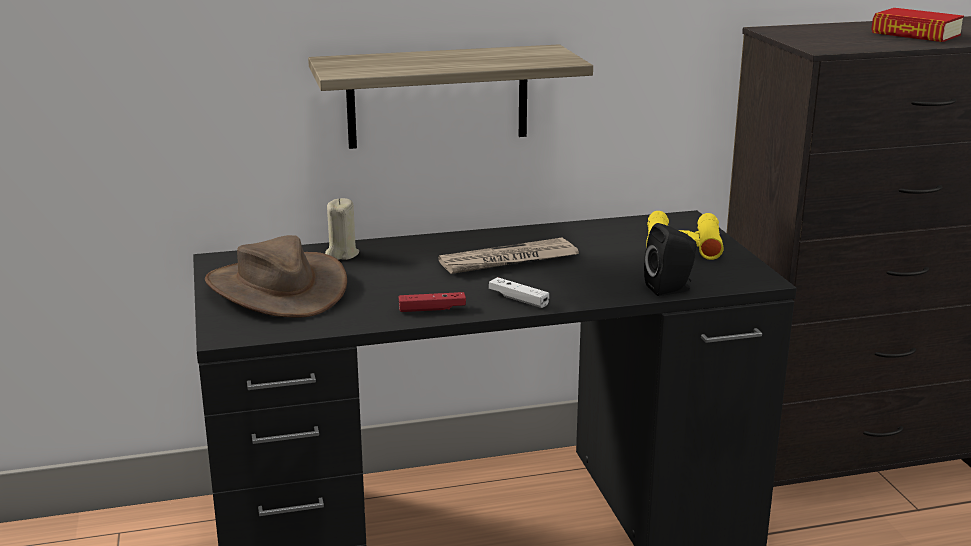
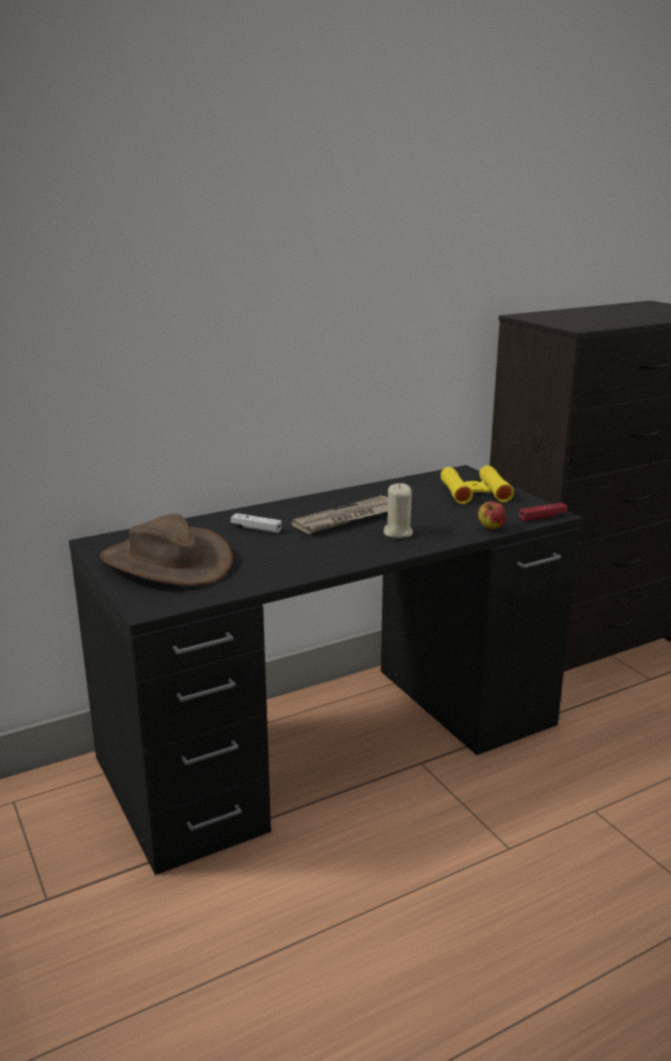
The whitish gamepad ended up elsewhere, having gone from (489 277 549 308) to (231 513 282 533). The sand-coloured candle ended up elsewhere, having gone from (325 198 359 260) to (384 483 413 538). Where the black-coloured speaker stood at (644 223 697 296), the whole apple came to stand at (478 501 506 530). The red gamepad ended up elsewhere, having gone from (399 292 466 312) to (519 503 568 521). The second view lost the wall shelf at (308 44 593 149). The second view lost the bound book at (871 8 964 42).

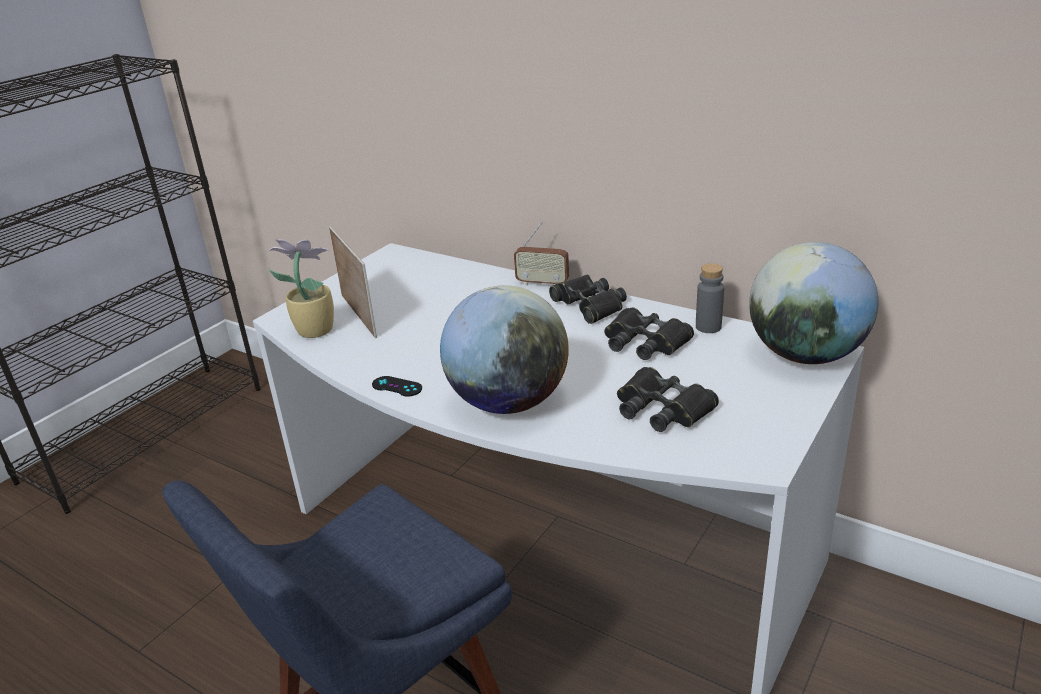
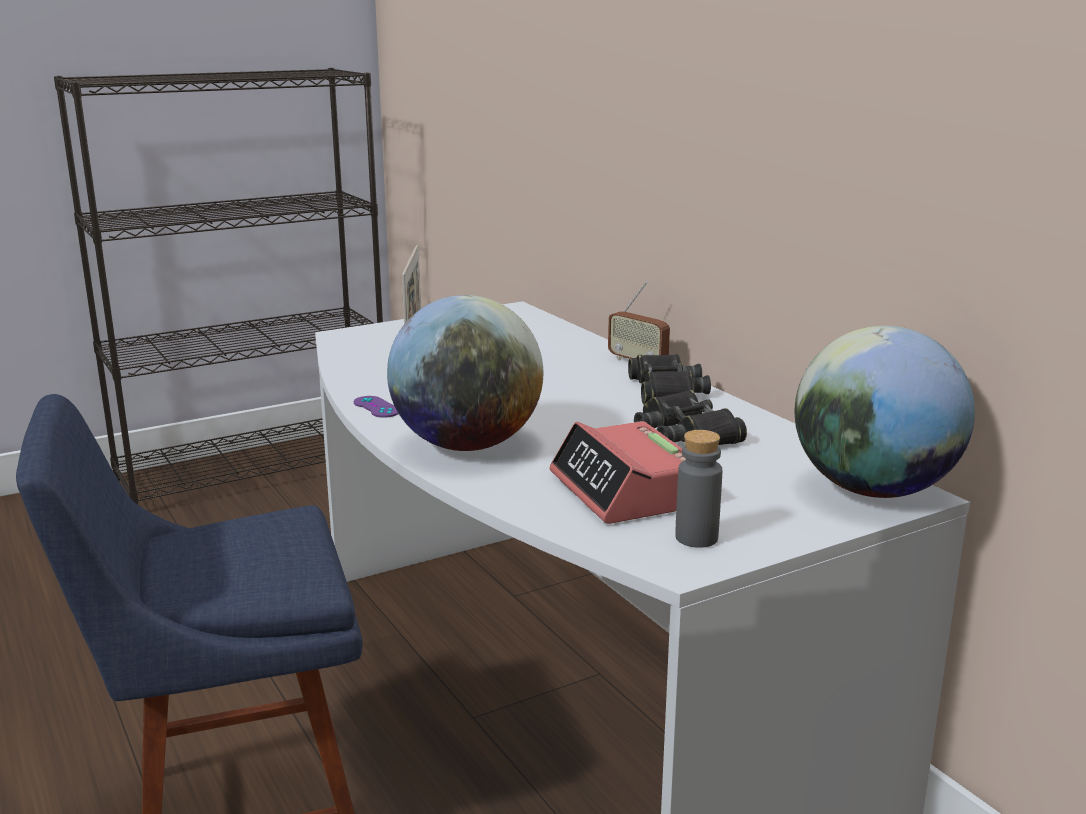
What was the black-coloured gamepad at (372 376 422 397) turned into the purplish gamepad at (354 396 399 418). Where the black-coloured field glasses stood at (617 367 719 432), the bedside clock came to stand at (550 421 686 524). The grey bottle ended up elsewhere, having gone from (696 263 724 333) to (675 430 722 548). The second view lost the houseplant at (269 239 334 338).

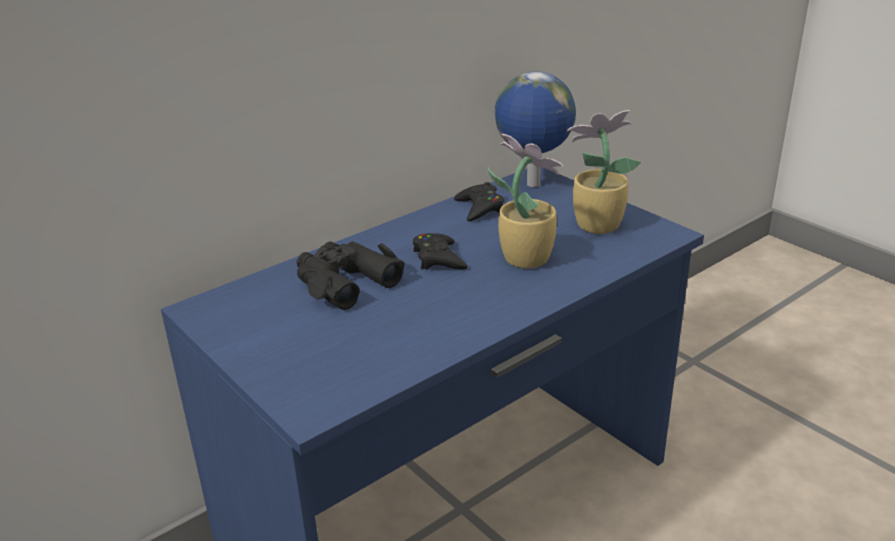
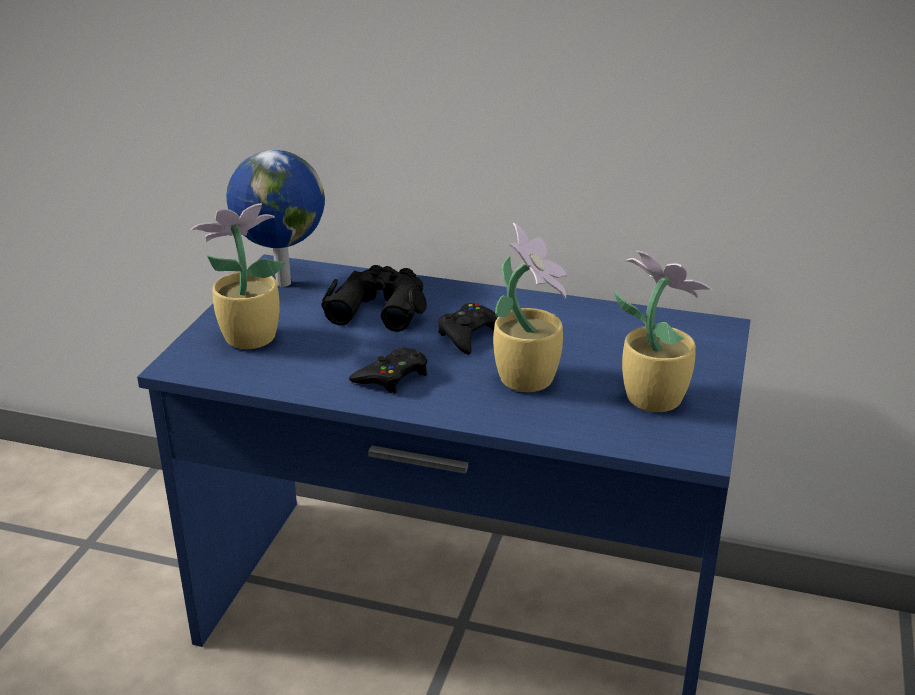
The second view gained the houseplant at (190 203 286 349). The globe ended up elsewhere, having gone from (495 71 576 187) to (226 150 325 287). The black-coloured gamepad ended up elsewhere, having gone from (454 182 504 221) to (349 348 427 394).

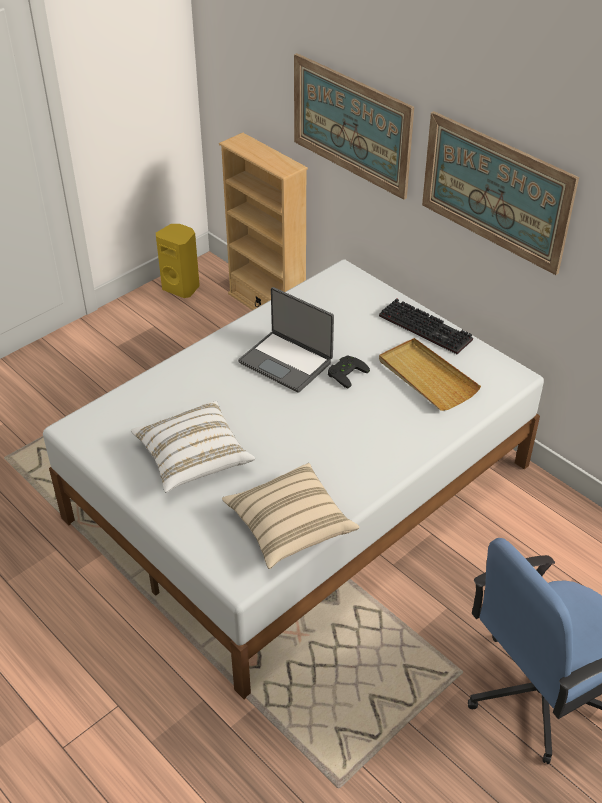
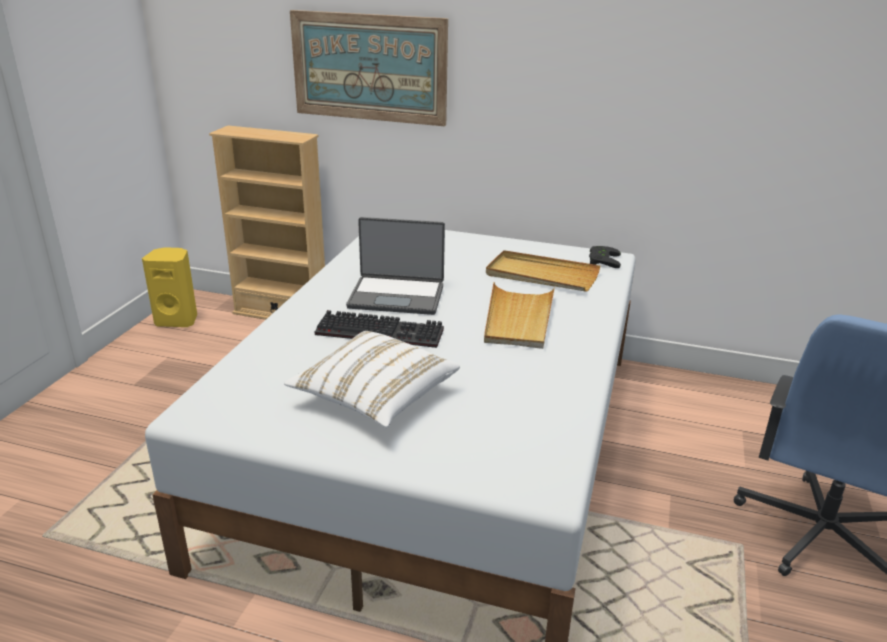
The PC keyboard ended up elsewhere, having gone from (379 298 473 354) to (315 310 444 348). The second view gained the sand-coloured carrying tray at (484 282 555 349). The black-coloured gamepad ended up elsewhere, having gone from (328 355 370 389) to (589 246 621 268). The second view lost the sand-coloured throw pillow at (222 463 359 569). The second view lost the wall art at (422 111 579 275).

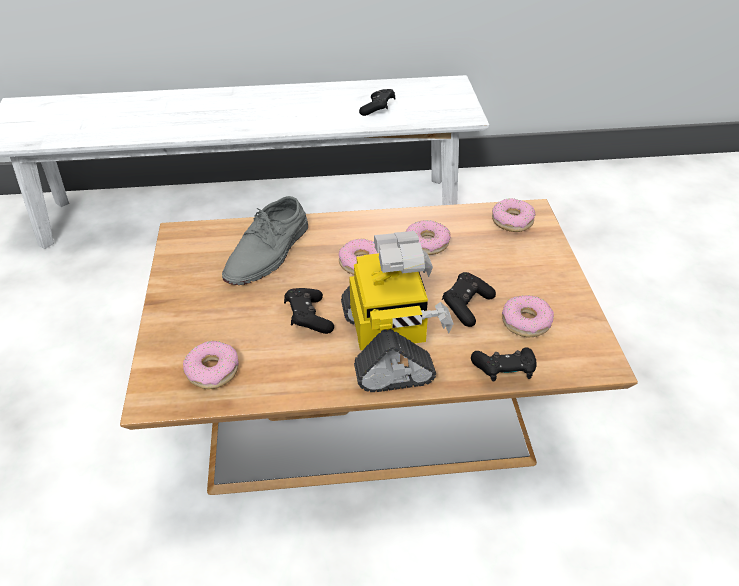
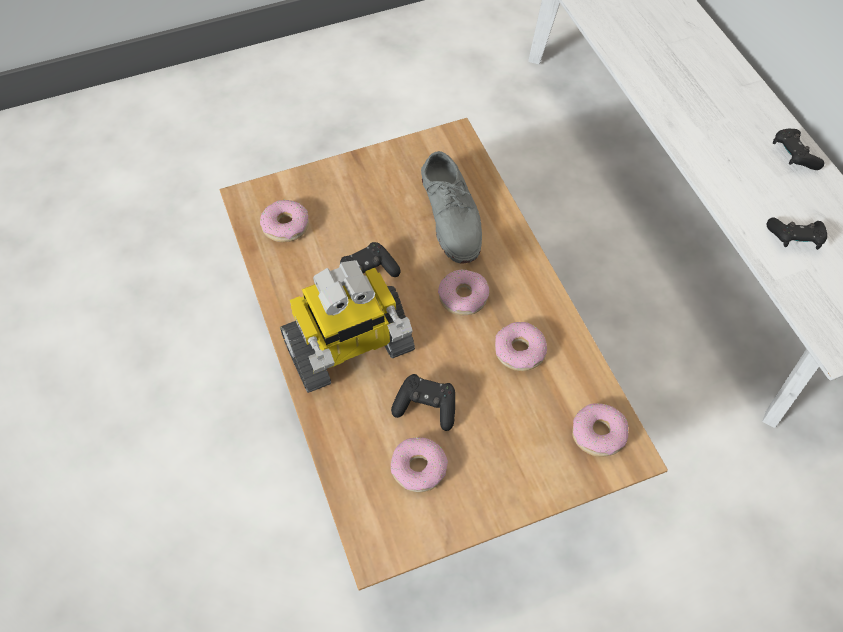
The grey item of footwear at (222 196 308 285) ended up facing another way, 120 degrees counterclockwise from before. The black-coloured gamepad ended up elsewhere, having gone from (471 347 537 382) to (773 129 824 170).

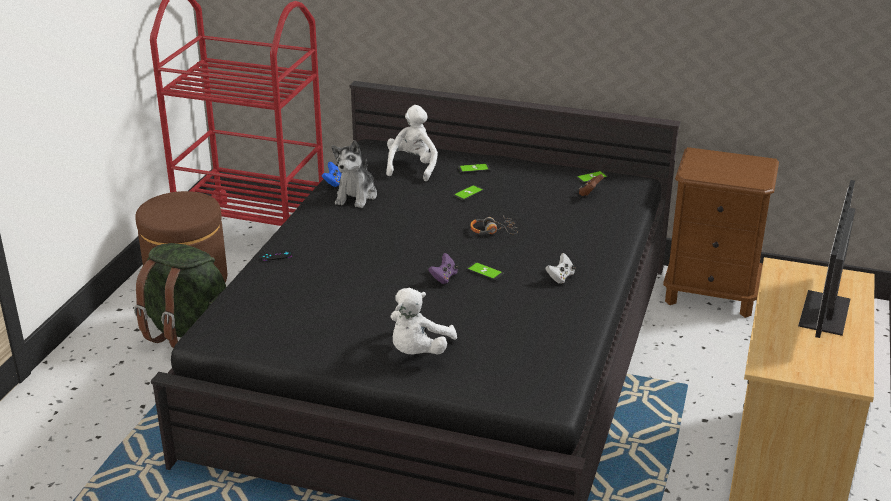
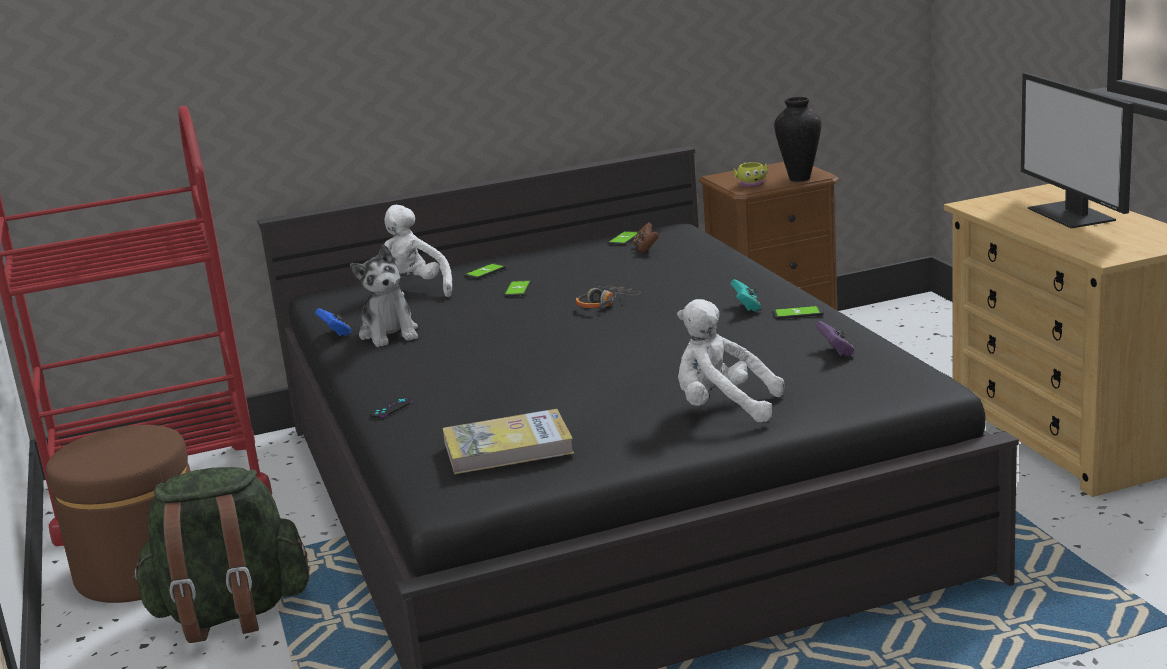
The second view gained the bound book at (443 409 574 474). The whitish cuddly toy at (391 287 457 355) ended up facing another way, 120 degrees clockwise from before. What was the whitish gamepad at (545 253 575 284) turned into the turquoise gamepad at (731 279 761 312). The second view gained the yellowish coffee mug at (734 162 768 187). The handset ended up elsewhere, having gone from (466 262 504 281) to (772 305 824 319). The second view gained the vase at (774 97 821 181). The purplish gamepad ended up elsewhere, having gone from (428 253 458 284) to (815 321 854 357).

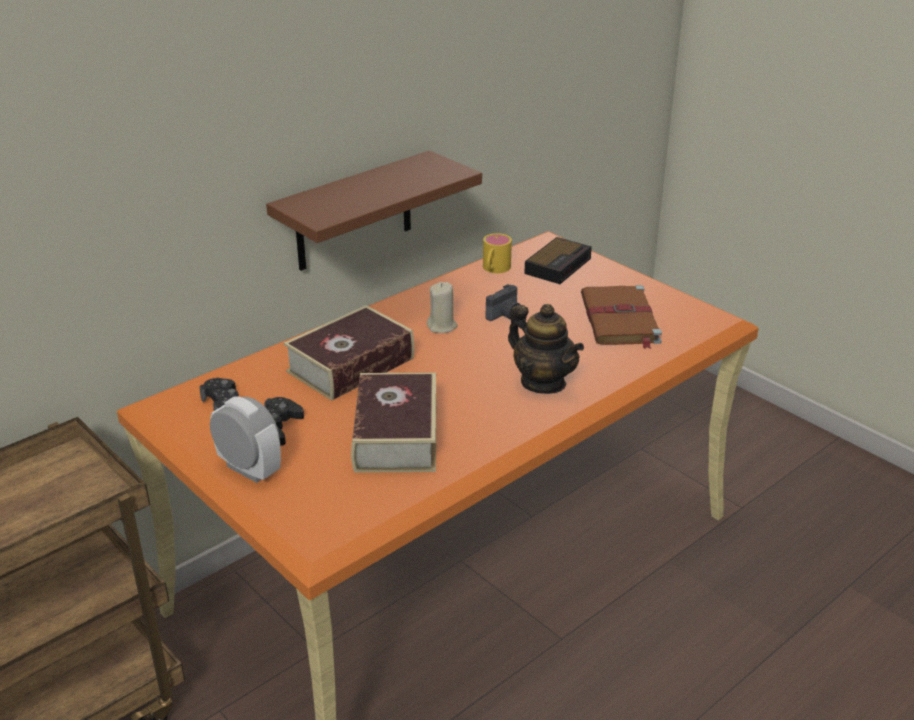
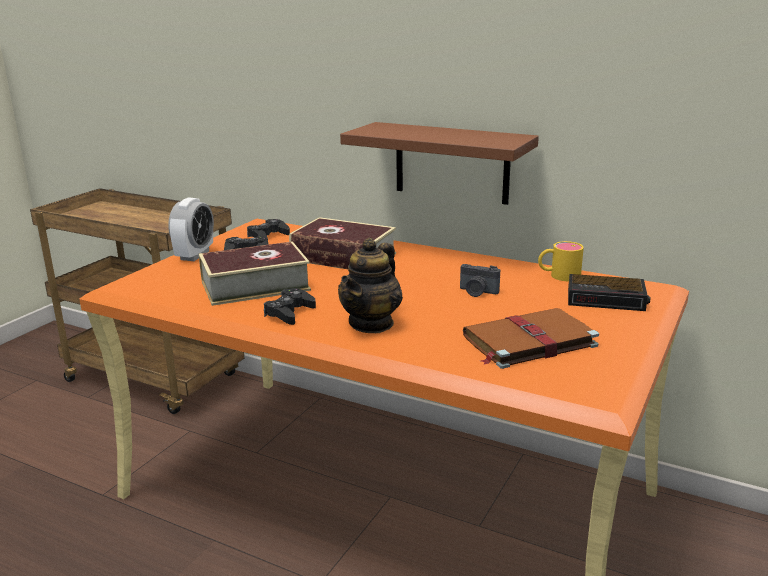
The second view gained the black-coloured gamepad at (264 288 316 325). The second view lost the sand-coloured candle at (427 282 458 333).

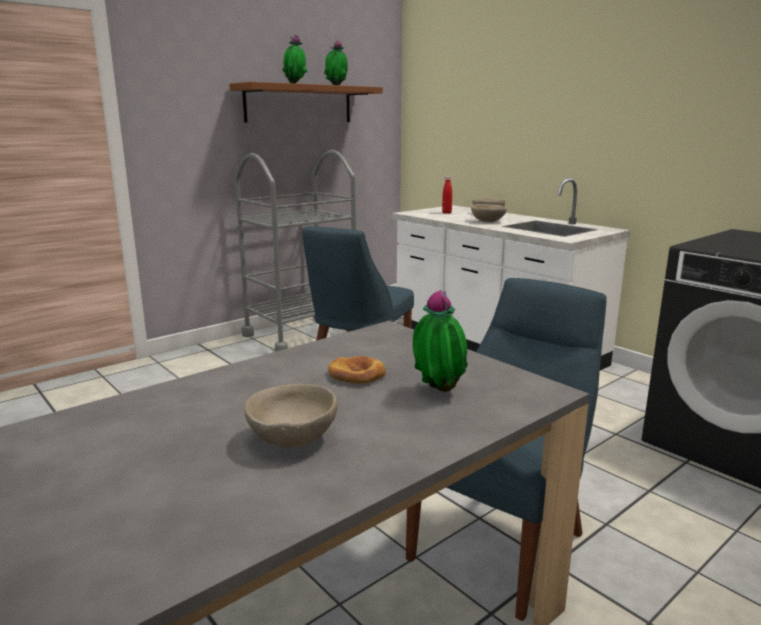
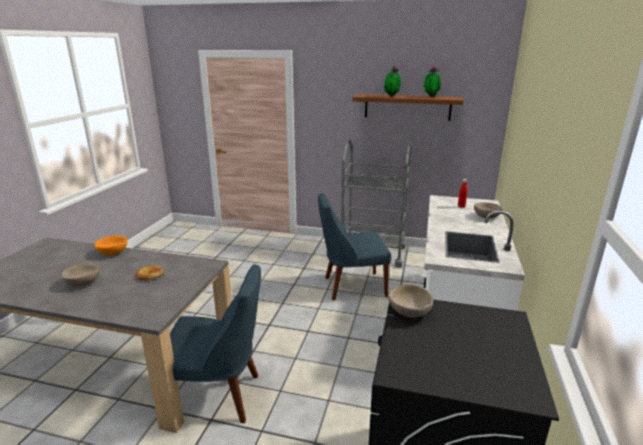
The second view gained the orange bowl at (94 235 127 255). The sand-coloured bowl ended up elsewhere, having gone from (471 204 507 222) to (388 284 433 318). The second view lost the houseplant at (413 290 468 392).

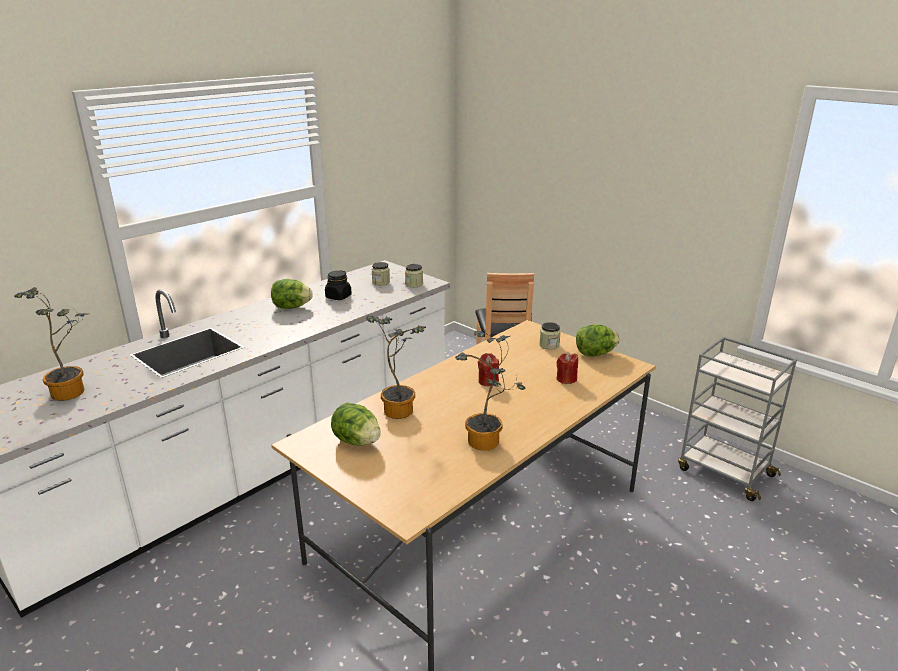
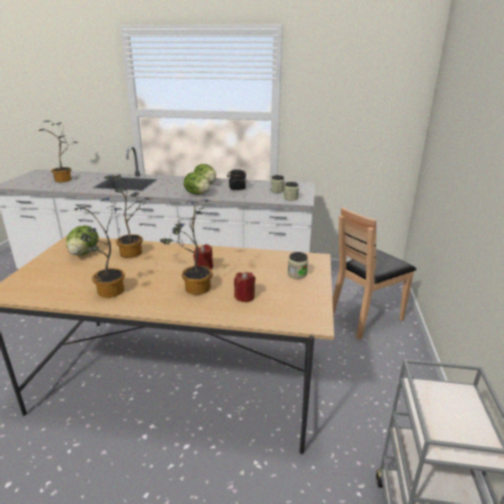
The second view gained the houseplant at (160 199 212 295). The lettuce ended up elsewhere, having gone from (576 324 620 357) to (184 172 210 195).

